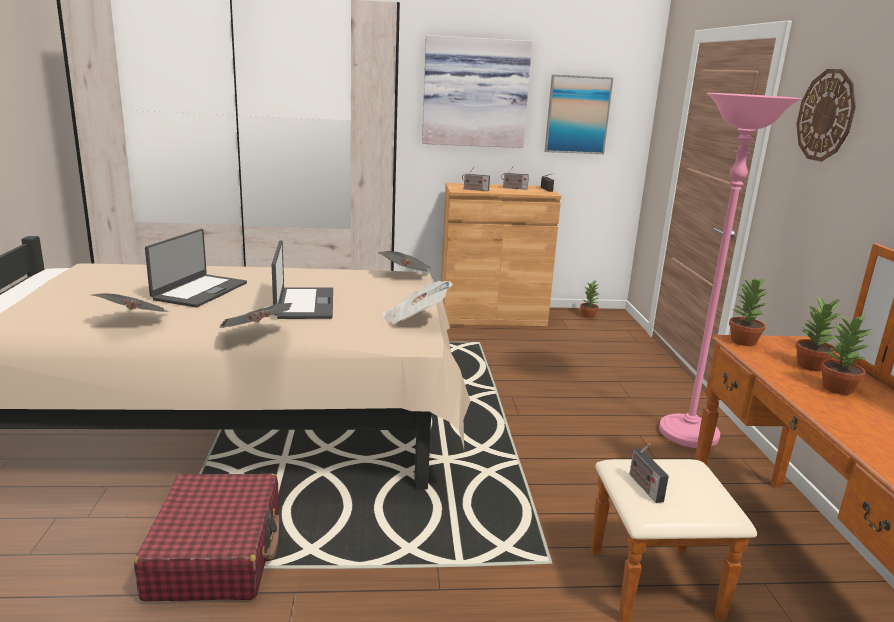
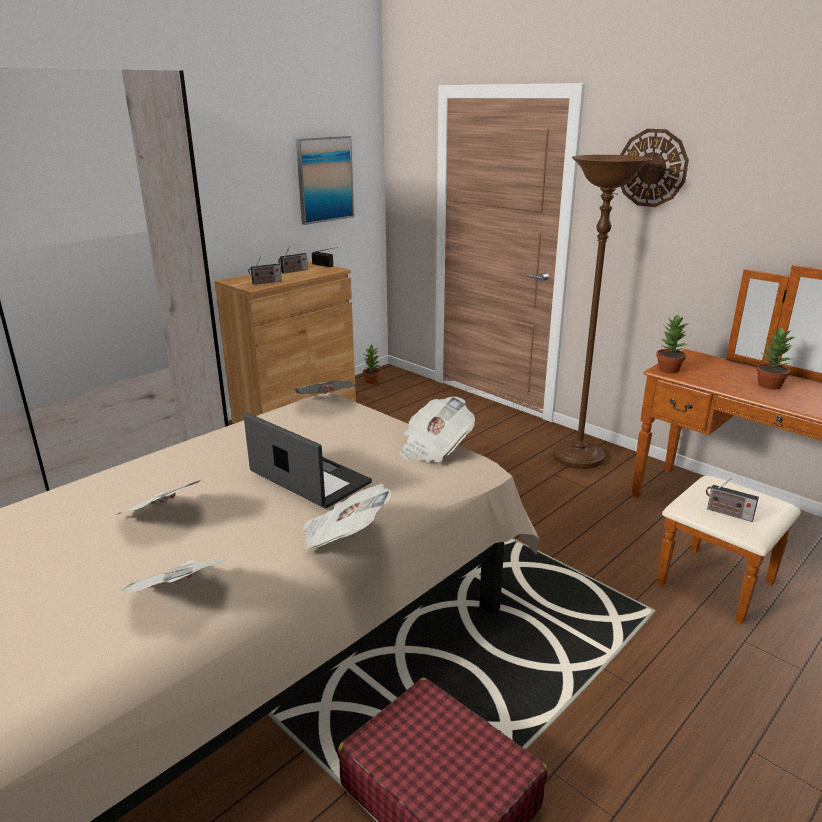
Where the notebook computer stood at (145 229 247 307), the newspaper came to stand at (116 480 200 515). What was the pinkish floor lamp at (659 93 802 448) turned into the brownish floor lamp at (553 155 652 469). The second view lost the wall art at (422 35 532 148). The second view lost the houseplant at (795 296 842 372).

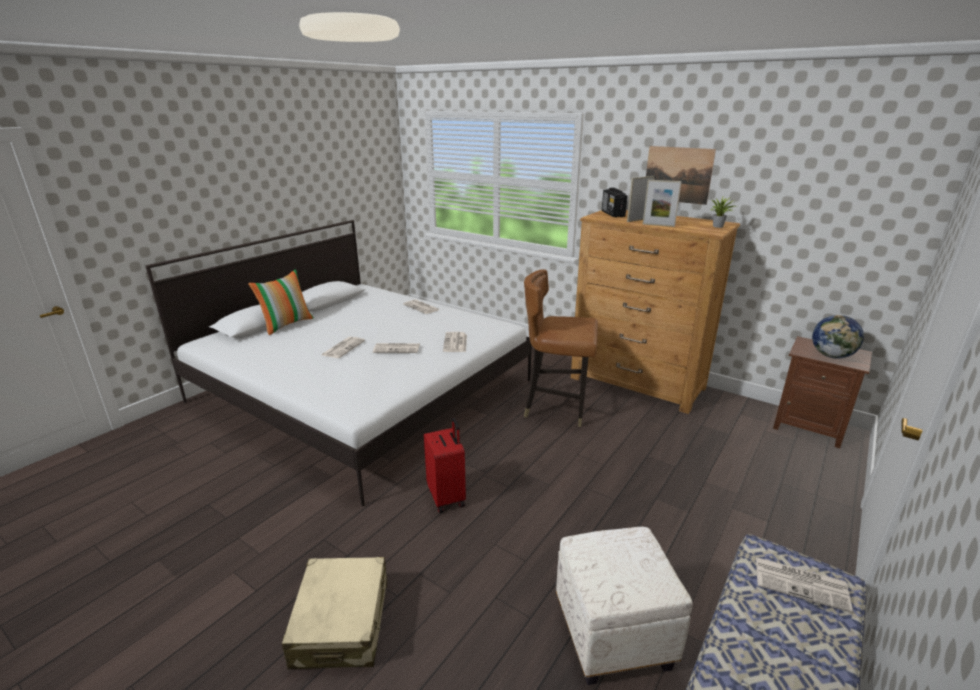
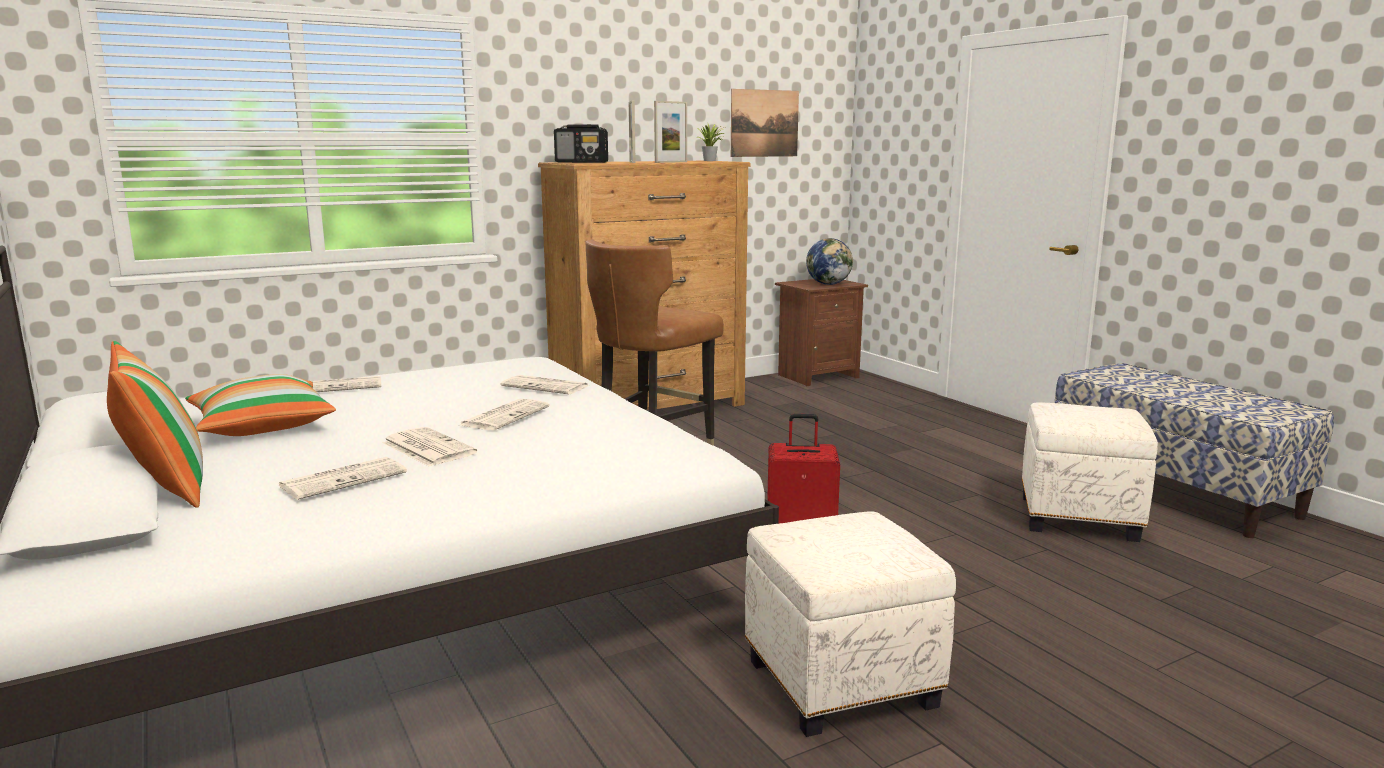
The second view gained the throw pillow at (185 374 336 436). The newspaper ended up elsewhere, having gone from (756 557 853 613) to (278 457 407 500). The wall art ended up elsewhere, having gone from (646 146 716 205) to (731 89 799 157). The second view gained the whitish pouffe at (745 511 956 737). The second view lost the sand-coloured piece of luggage at (282 557 387 670).

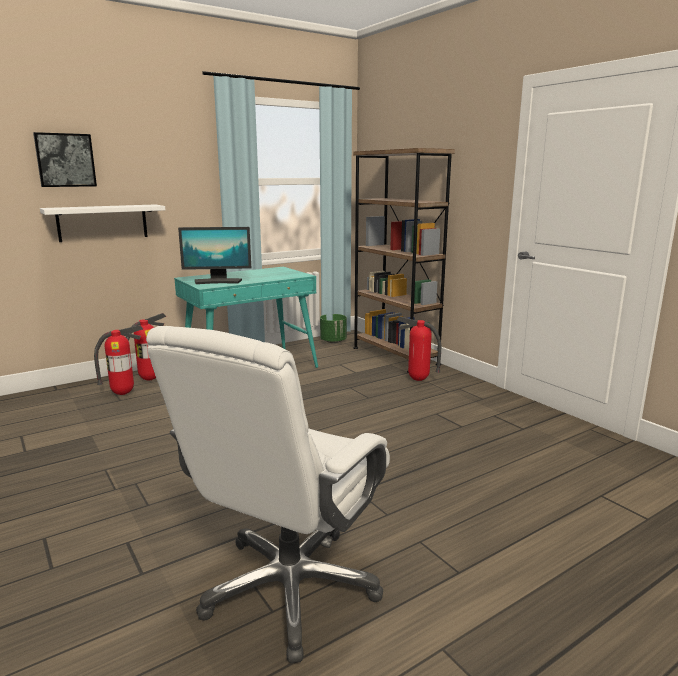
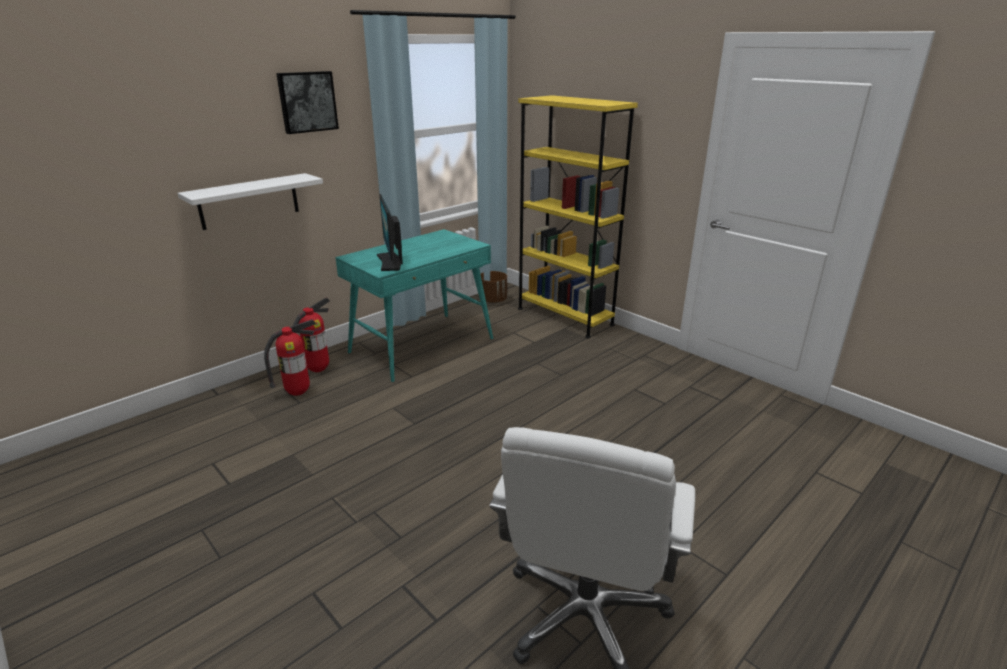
The wall art ended up elsewhere, having gone from (33 132 97 187) to (276 71 339 134). The computer screen at (178 227 251 284) ended up facing another way, 90 degrees clockwise from before. What was the greenish planter at (320 314 347 343) turned into the brownish planter at (481 271 507 304). What was the brownish shelving unit at (353 148 455 373) turned into the yellowish shelving unit at (518 95 638 338). The second view lost the fire extinguisher at (397 316 441 381).

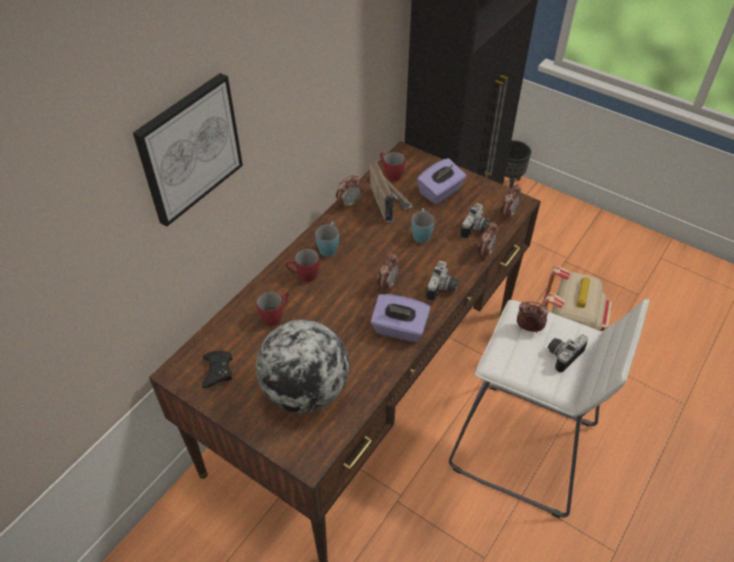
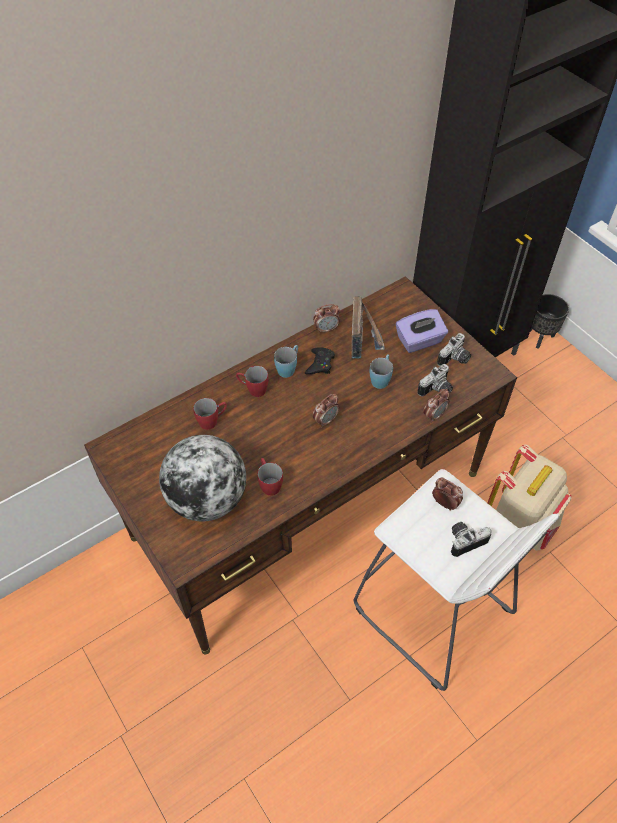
The red coffee mug ended up elsewhere, having gone from (380 152 405 182) to (257 458 283 496). The black-coloured gamepad ended up elsewhere, having gone from (202 351 232 388) to (305 347 335 374). The still camera ended up elsewhere, having gone from (426 261 459 302) to (437 333 471 366). The second view lost the wall art at (133 73 243 227). The second view lost the purplish box of tissues at (371 294 431 342). The second view lost the bedside clock at (500 184 521 220).

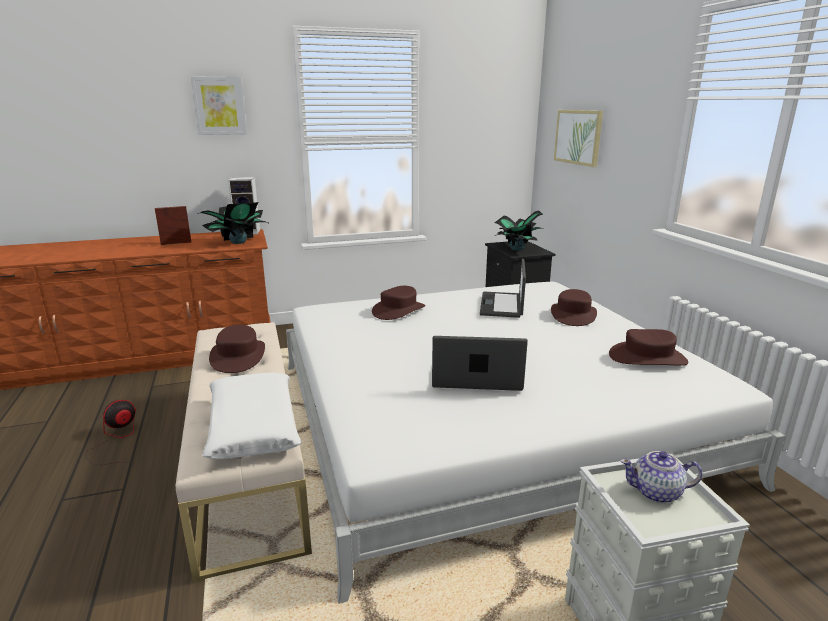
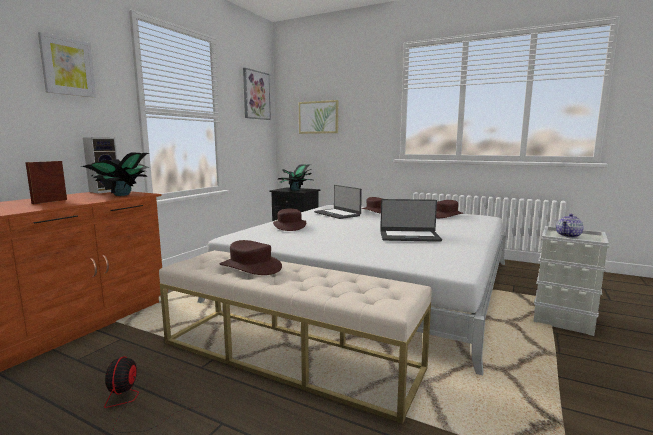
The second view gained the wall art at (243 68 271 120). The notebook computer at (432 336 528 391) ended up facing another way, 135 degrees counterclockwise from before. The second view lost the whitish throw pillow at (202 372 301 459).

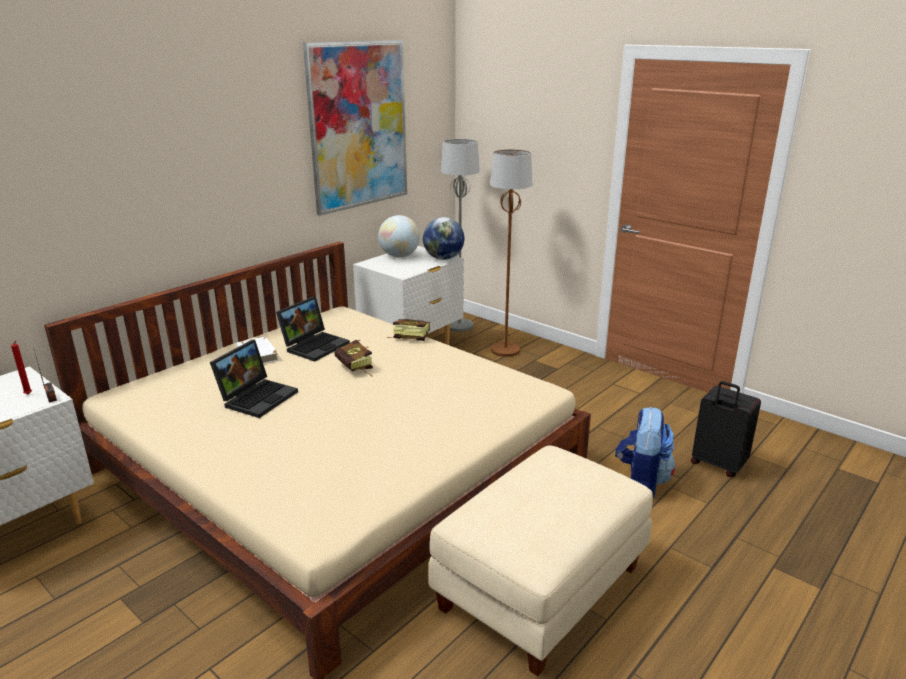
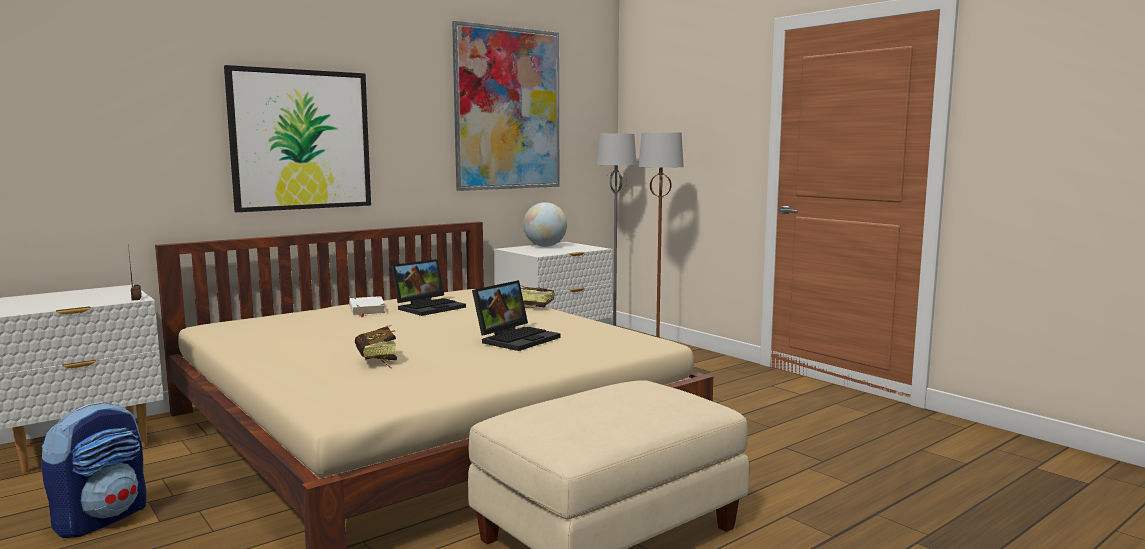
The rucksack ended up elsewhere, having gone from (615 407 675 498) to (41 401 146 538). The second view gained the wall art at (224 65 371 212). The bound book ended up elsewhere, having gone from (334 340 373 377) to (355 325 397 369). The notebook computer ended up elsewhere, having gone from (210 340 298 418) to (472 280 561 351). The second view lost the red candle at (11 341 32 395). The second view lost the globe at (423 217 464 260). The second view lost the black-coloured piece of luggage at (691 381 761 477).

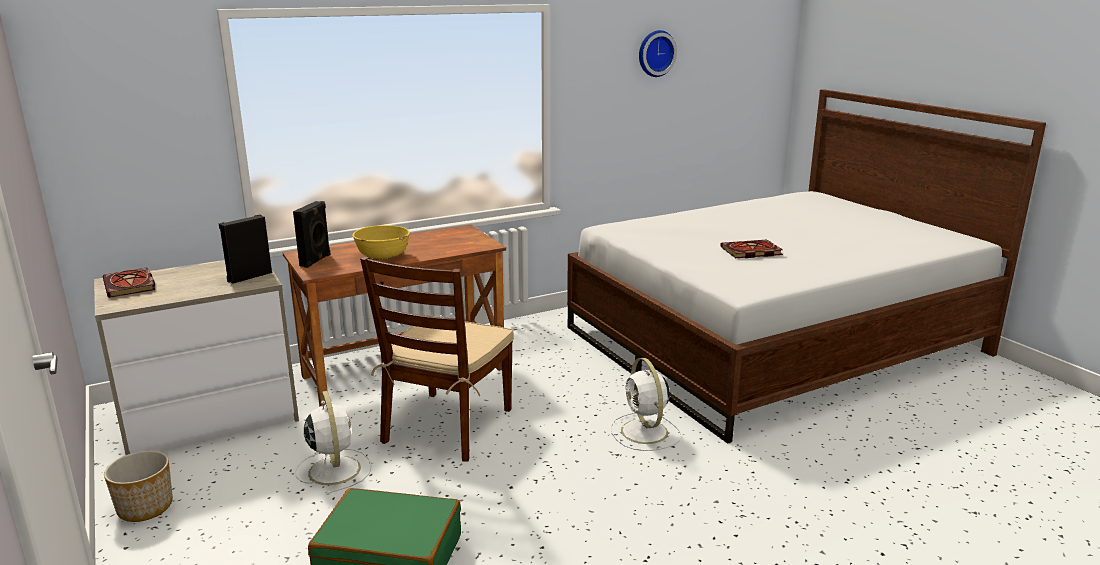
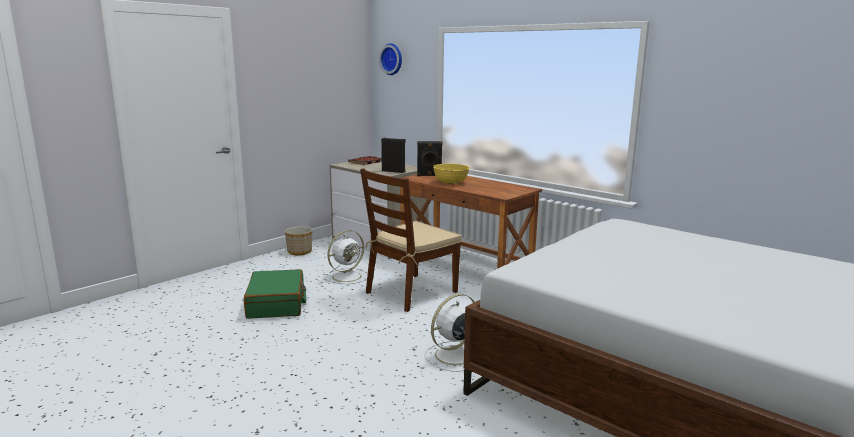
The brownish plain chair at (360 256 514 461) ended up facing another way, 45 degrees counterclockwise from before. The clock on the wall ended up elsewhere, having gone from (639 30 677 77) to (379 43 402 75). The second view lost the bound book at (720 239 783 258).

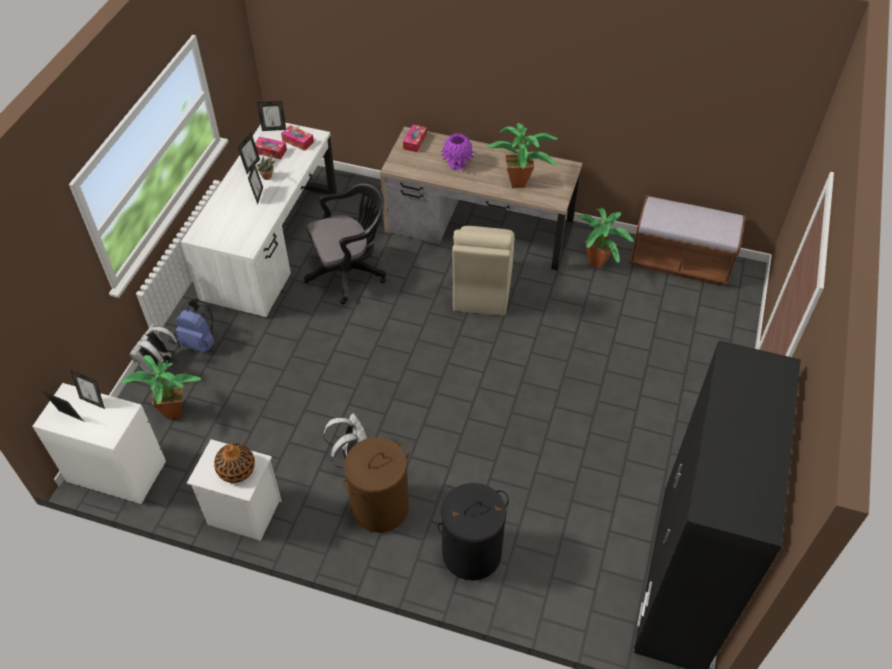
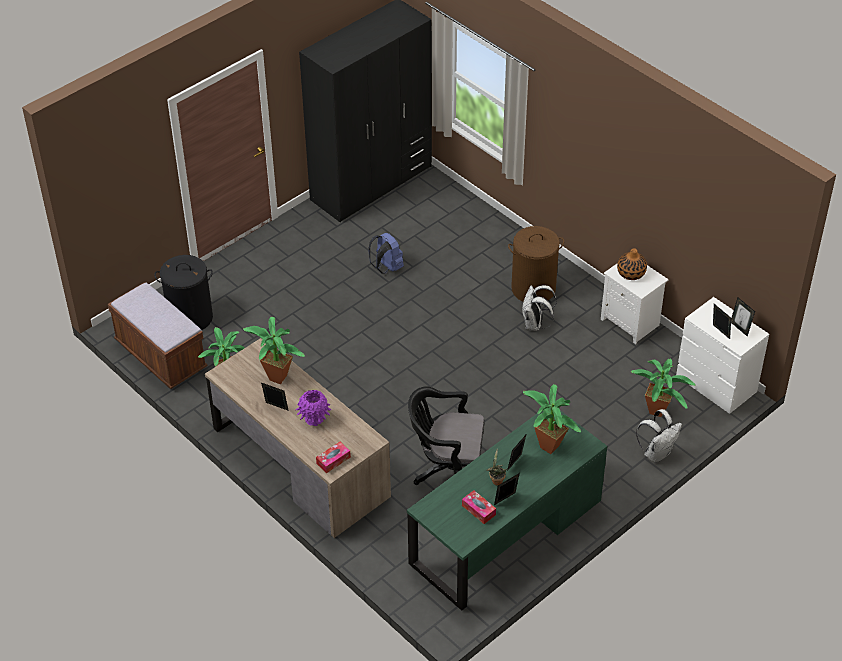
The black-coloured hamper ended up elsewhere, having gone from (437 483 509 581) to (154 255 213 330). The photo frame ended up elsewhere, having gone from (257 101 286 131) to (261 383 289 411). The bluish rucksack ended up elsewhere, having gone from (176 300 215 353) to (368 233 404 274). What was the whitish desk unit at (181 123 337 317) turned into the greenish desk unit at (407 404 607 611). The second view gained the houseplant at (523 384 581 454). The second view lost the box of tissues at (281 125 314 151). The second view lost the sand-coloured plain chair at (452 226 515 316).

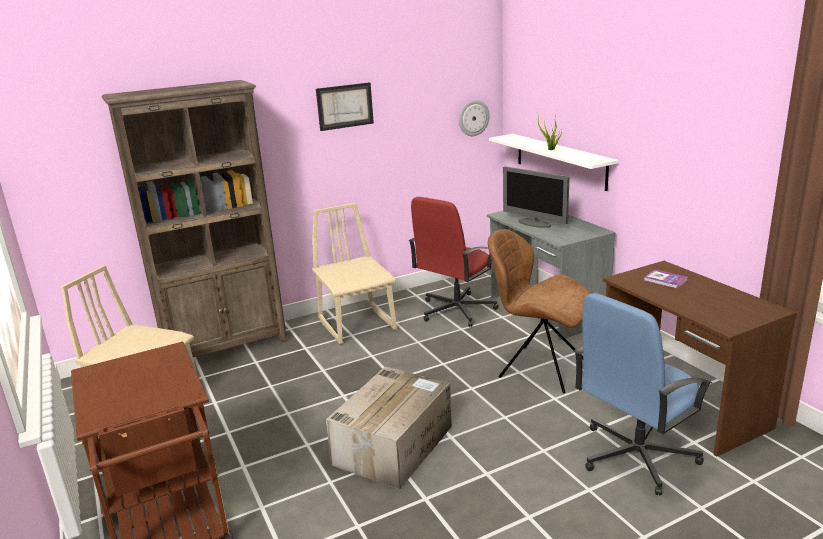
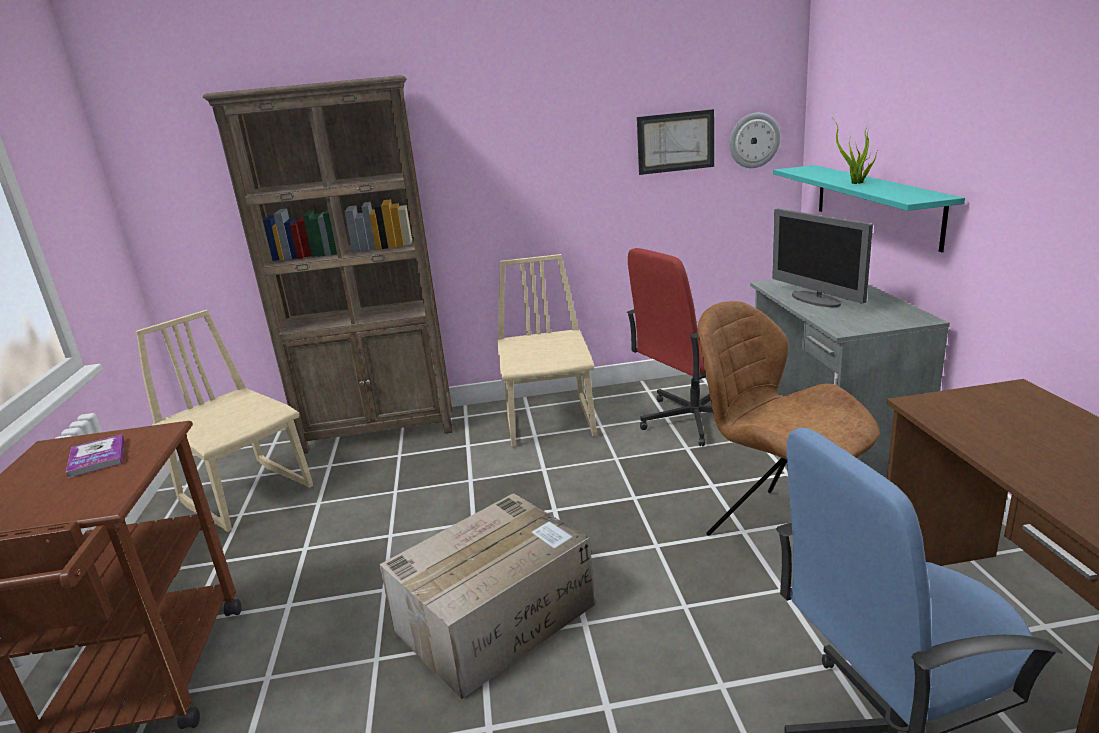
The bound book ended up elsewhere, having gone from (644 269 688 288) to (66 434 124 478). The wall art ended up elsewhere, having gone from (316 82 374 131) to (637 109 714 175). What was the whitish wall shelf at (489 134 618 191) turned into the turquoise wall shelf at (773 165 965 252).

